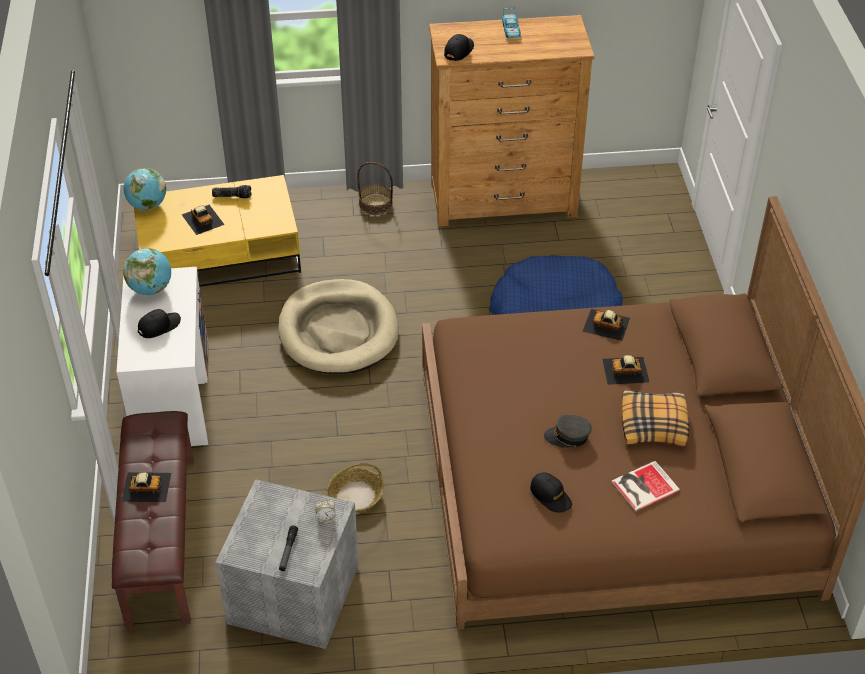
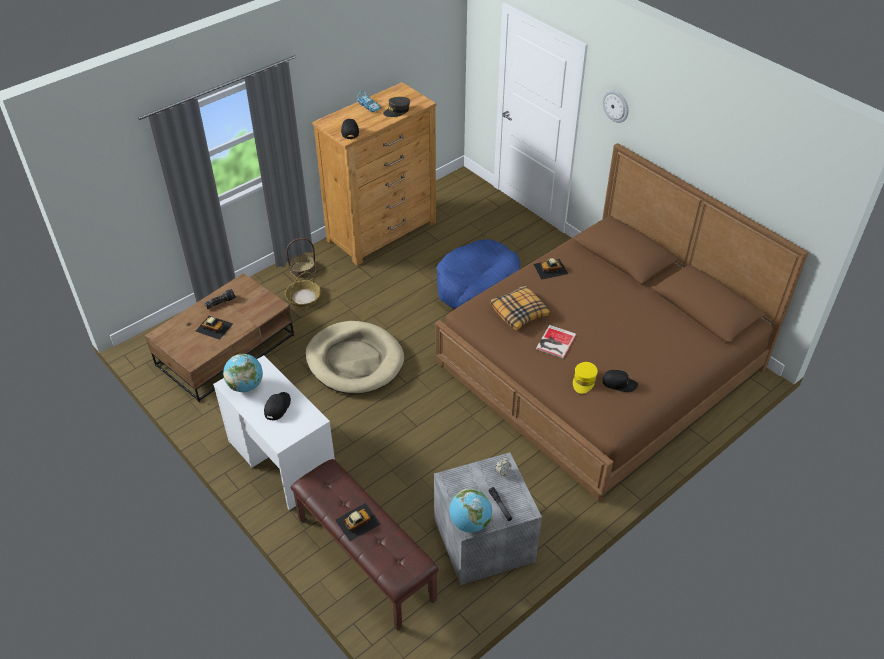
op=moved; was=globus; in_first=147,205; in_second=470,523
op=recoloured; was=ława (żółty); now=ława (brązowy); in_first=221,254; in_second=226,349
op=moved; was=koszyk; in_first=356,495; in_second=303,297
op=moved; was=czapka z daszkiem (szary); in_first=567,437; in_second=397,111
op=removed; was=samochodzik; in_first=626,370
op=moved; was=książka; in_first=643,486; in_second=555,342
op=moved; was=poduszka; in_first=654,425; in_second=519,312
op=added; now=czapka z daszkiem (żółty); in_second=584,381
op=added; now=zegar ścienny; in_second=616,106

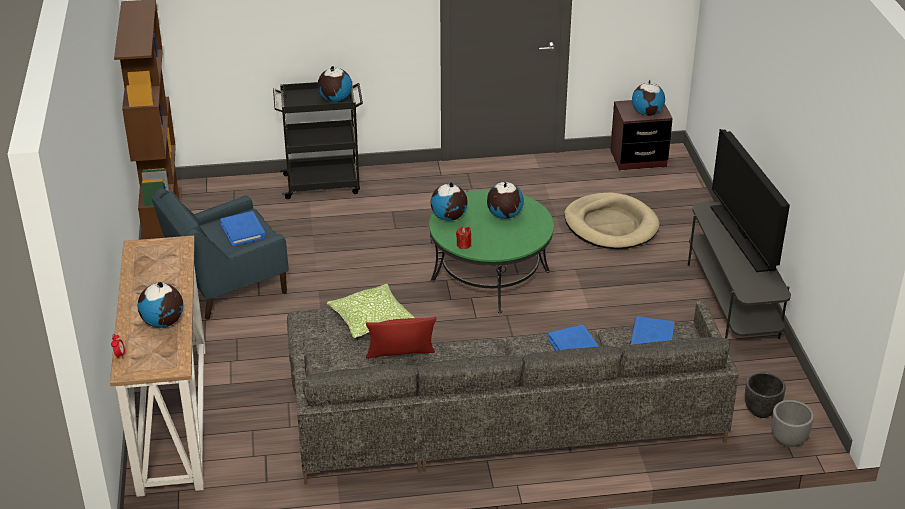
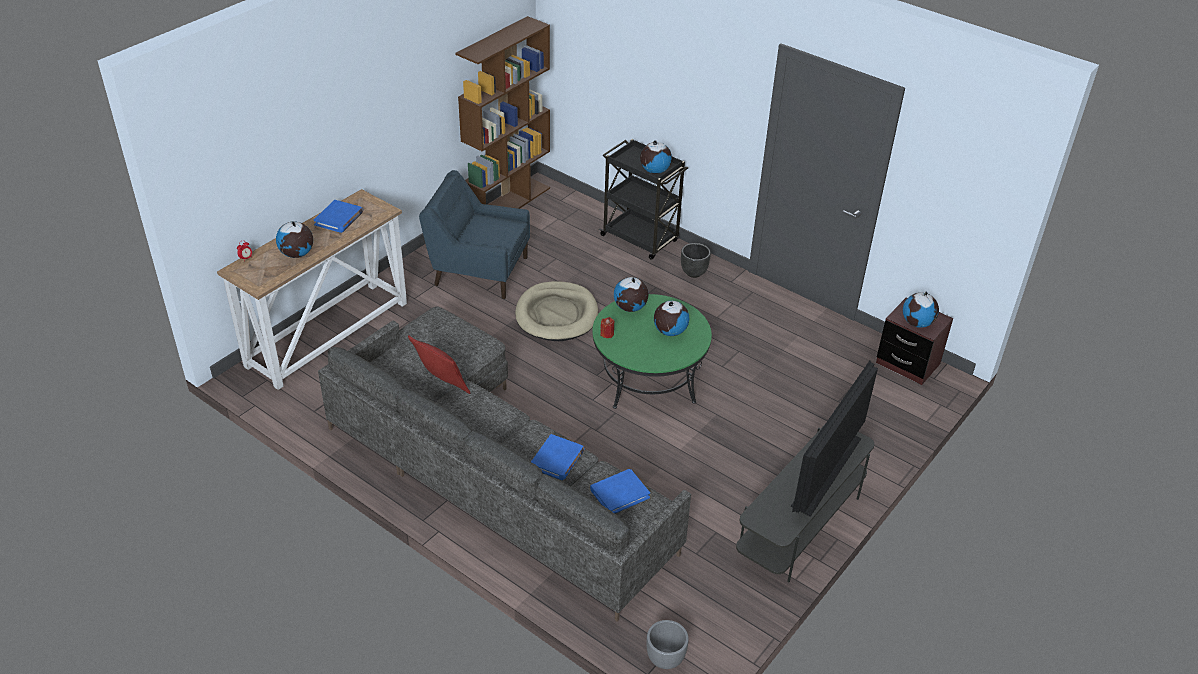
op=moved; was=książka (niebieski); in_first=243,231; in_second=339,218
op=removed; was=poduszka; in_first=370,320
op=moved; was=legowisko (beżowy); in_first=611,225; in_second=557,315
op=moved; was=donica (czarny); in_first=760,411; in_second=693,273

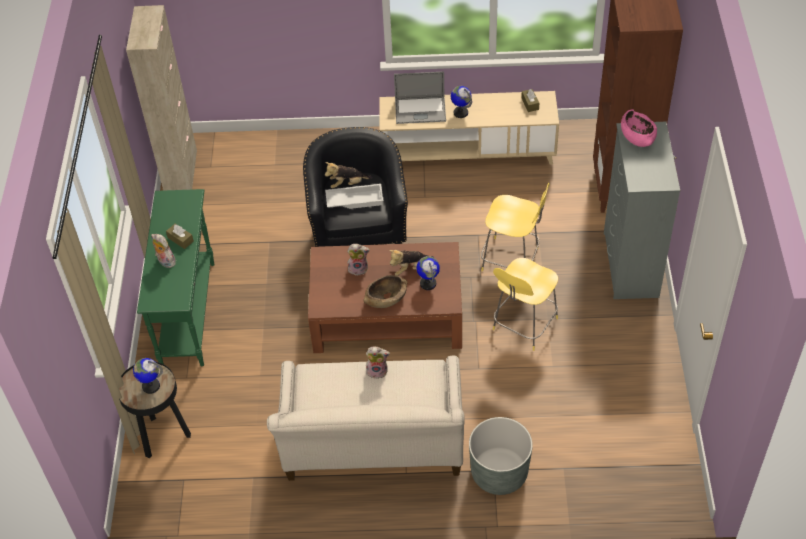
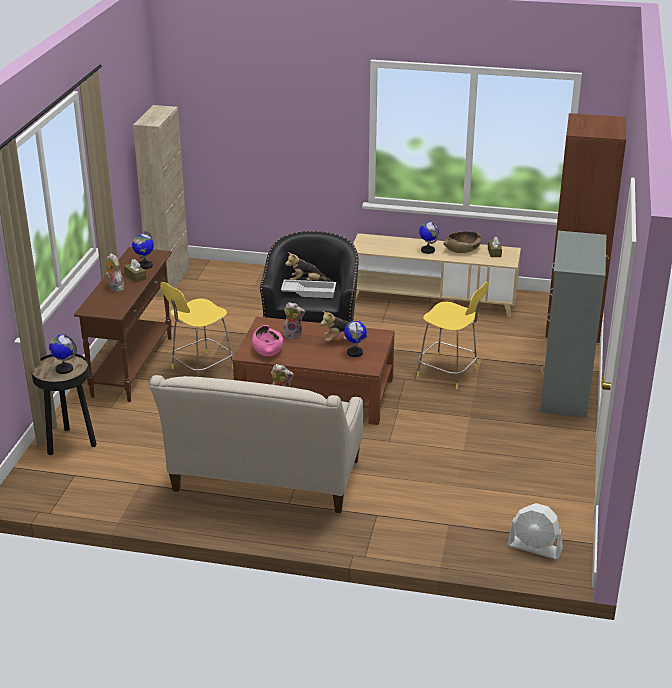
op=recoloured; was=stolik konsolowy (zielony); now=stolik konsolowy (brązowy); in_first=188,313; in_second=133,366
op=moved; was=miska (brązowy); in_first=386,298; in_second=462,249
op=removed; was=laptop; in_first=420,110
op=removed; was=donica (szary); in_first=499,473
op=moved; was=stołek (żółty); in_first=523,325; in_second=200,369
op=moved; was=miska (różowy); in_first=637,136; in_second=267,350
op=added; now=globus; in_second=144,265
op=added; now=wentylator (biały); in_second=535,547

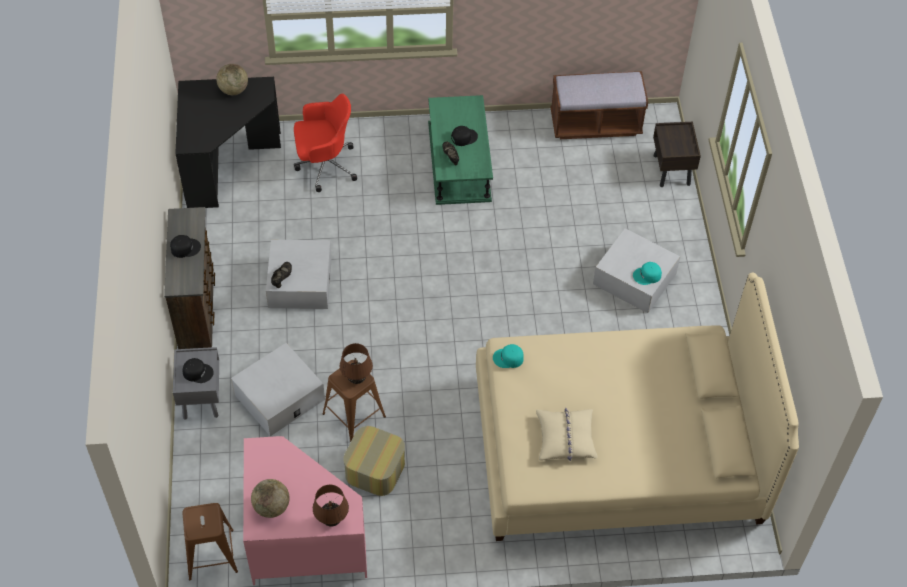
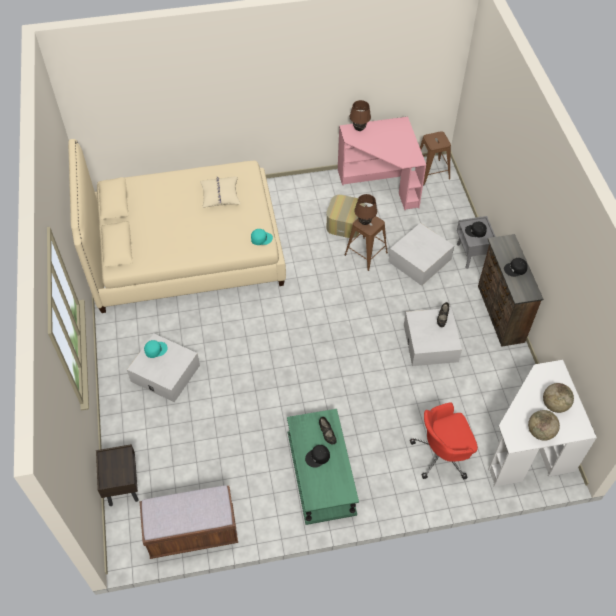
op=recoloured; was=biurko (czarny); now=biurko (biały); in_first=227,165; in_second=529,444
op=moved; was=globus; in_first=272,507; in_second=554,405

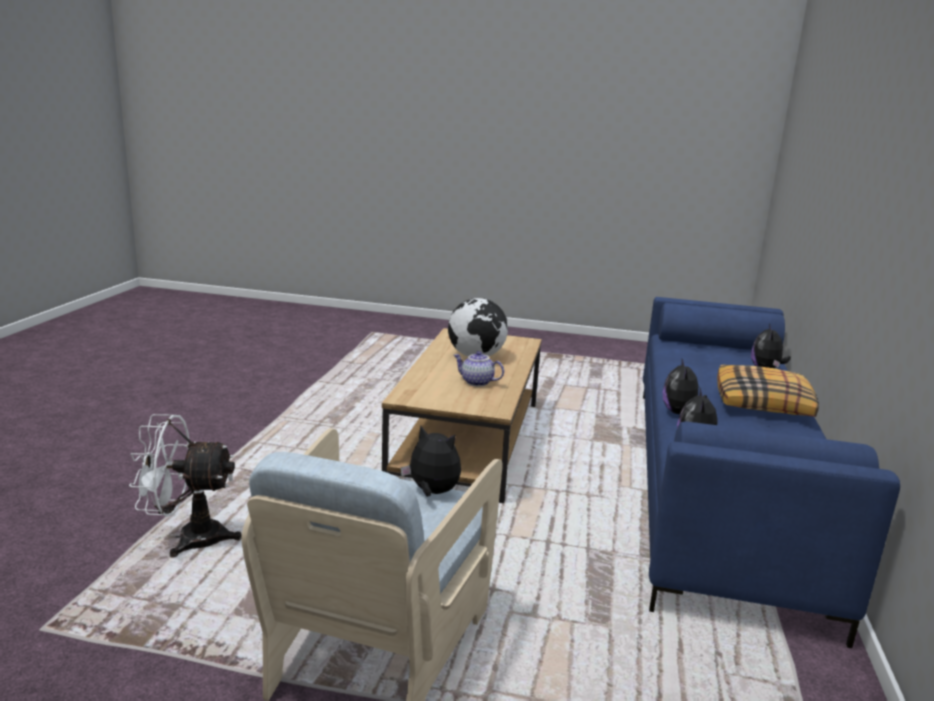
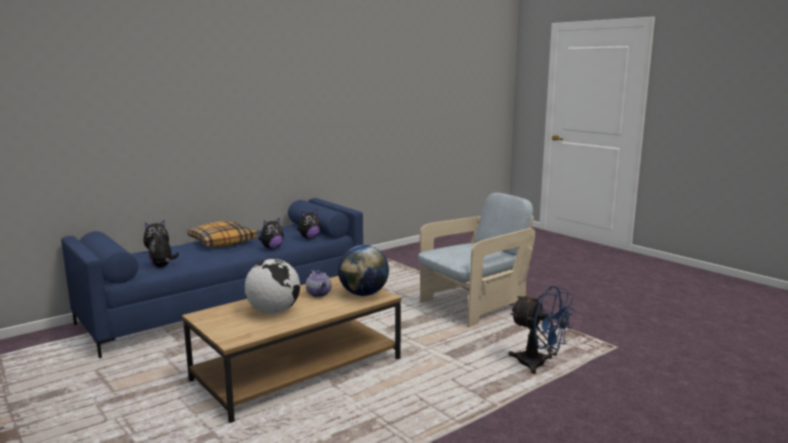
op=recoloured; was=wentylator (biały); now=wentylator (niebieski); in_first=189,538; in_second=538,365
op=moved; was=pluszak; in_first=432,492; in_second=163,266
op=added; now=globus; in_second=364,294

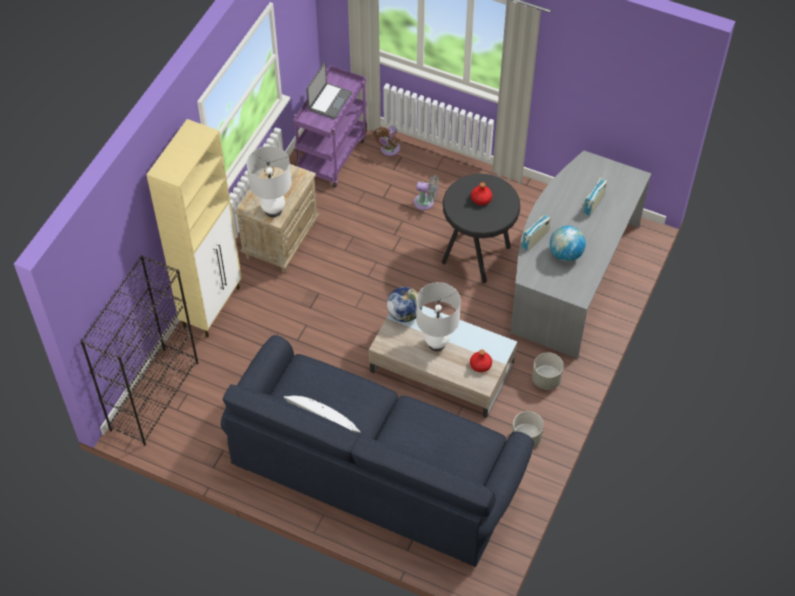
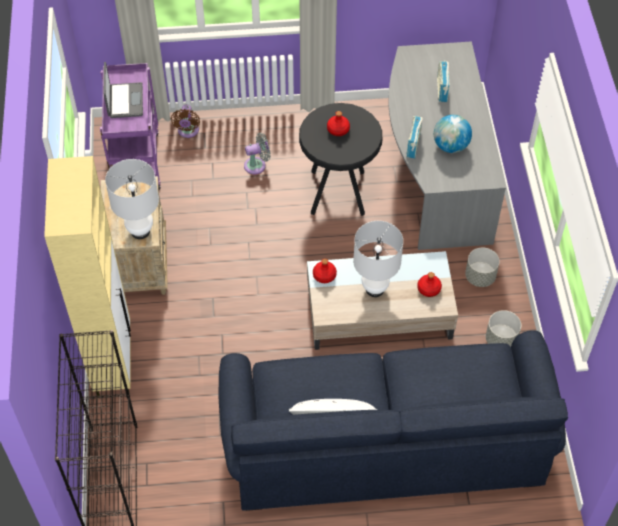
op=replaced; was=globus; now=butelka (czerwony); in_first=404,314; in_second=324,275

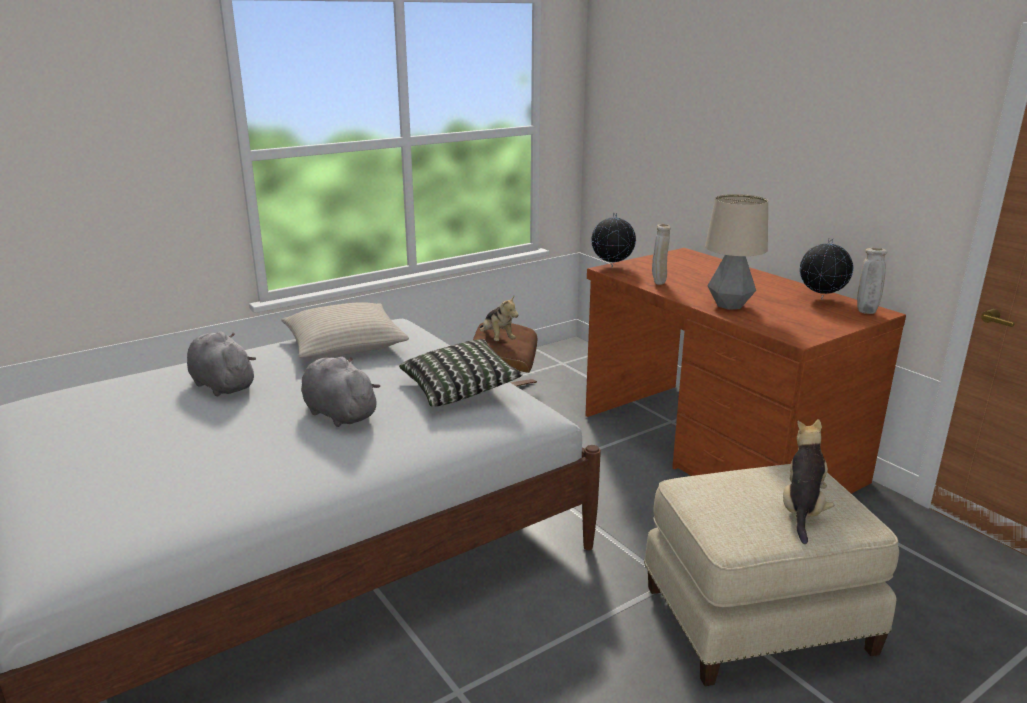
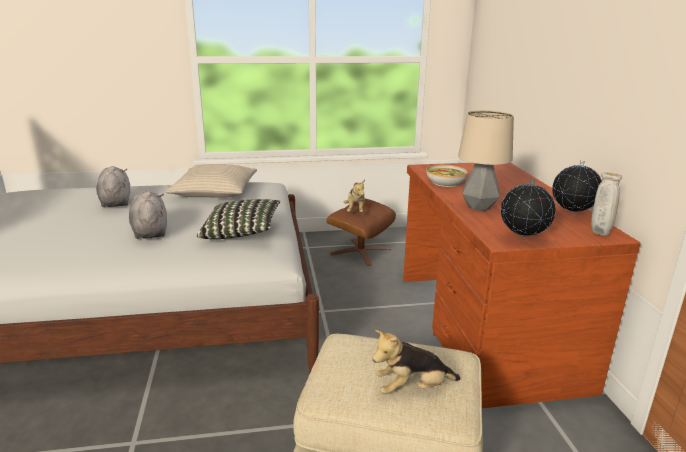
op=moved; was=globus; in_first=612,267; in_second=522,240
op=replaced; was=wazon (beżowy); now=miska; in_first=658,283; in_second=445,182
op=turned; was=pluszak; in_first=802,510; in_second=412,389; clockwise=-150

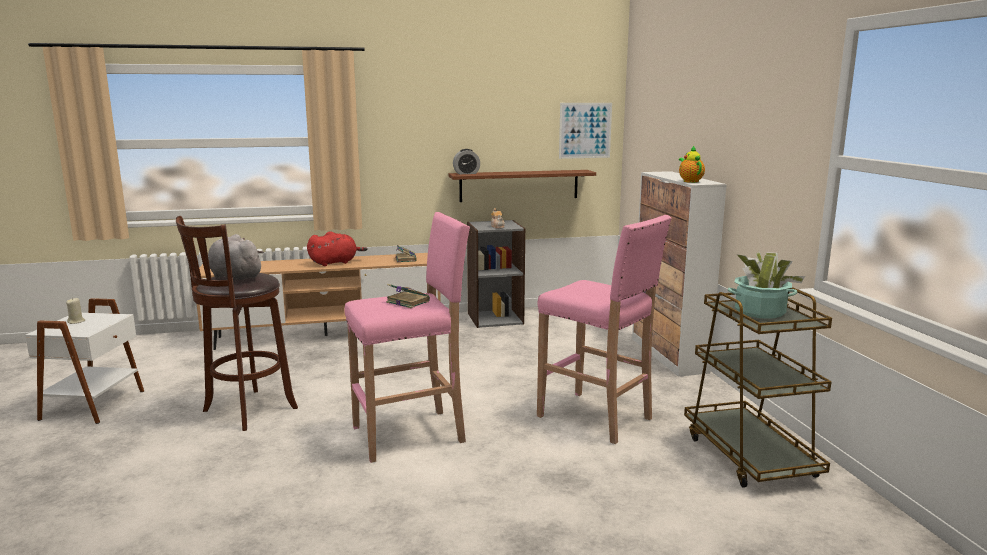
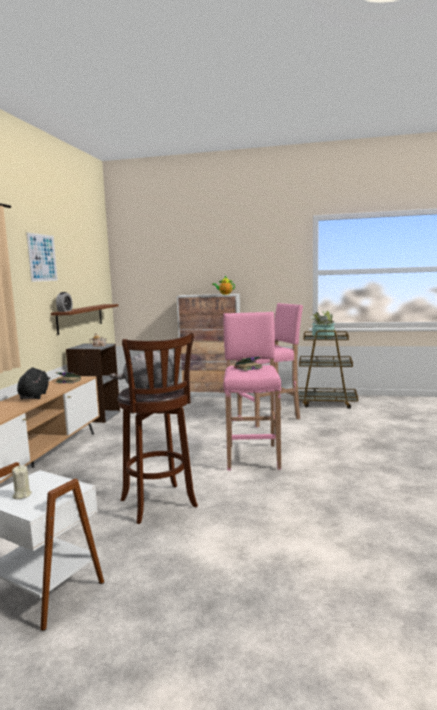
op=recoloured; was=pluszak (czerwony); now=pluszak (czarny); in_first=335,262; in_second=34,396
op=moved; was=obraz; in_first=585,130; in_second=42,257

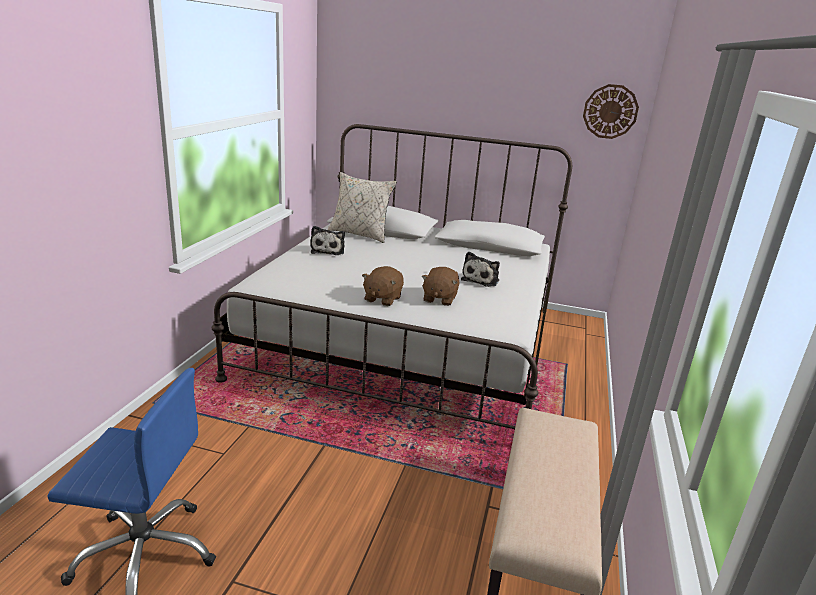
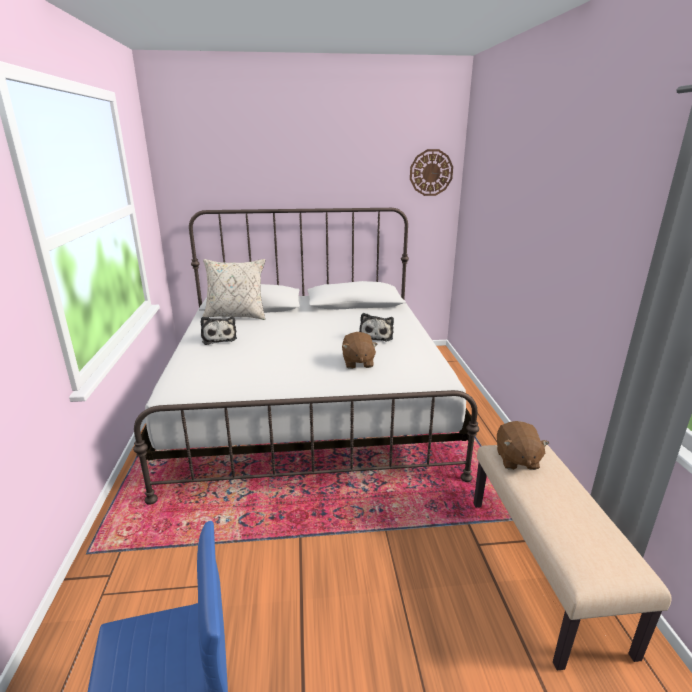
op=moved; was=pluszak (brązowy); in_first=382,299; in_second=516,460

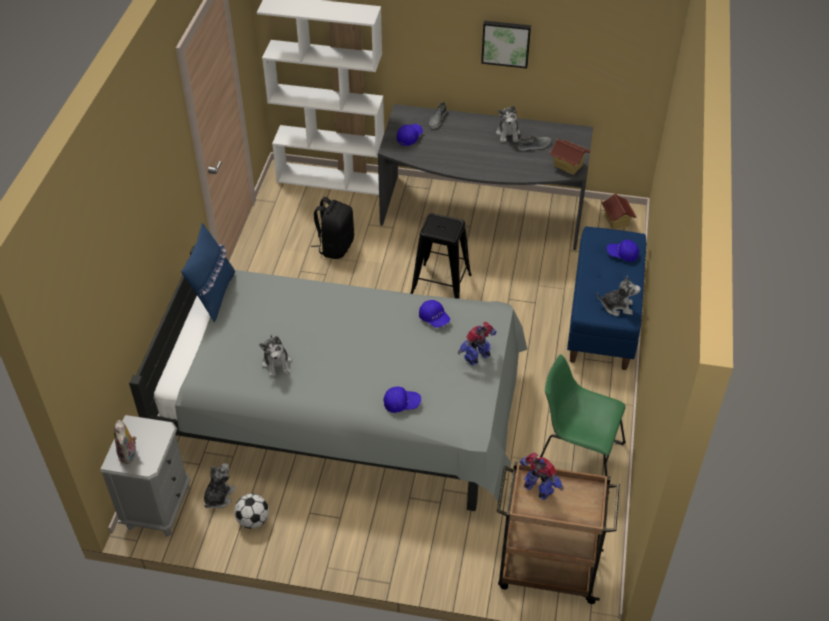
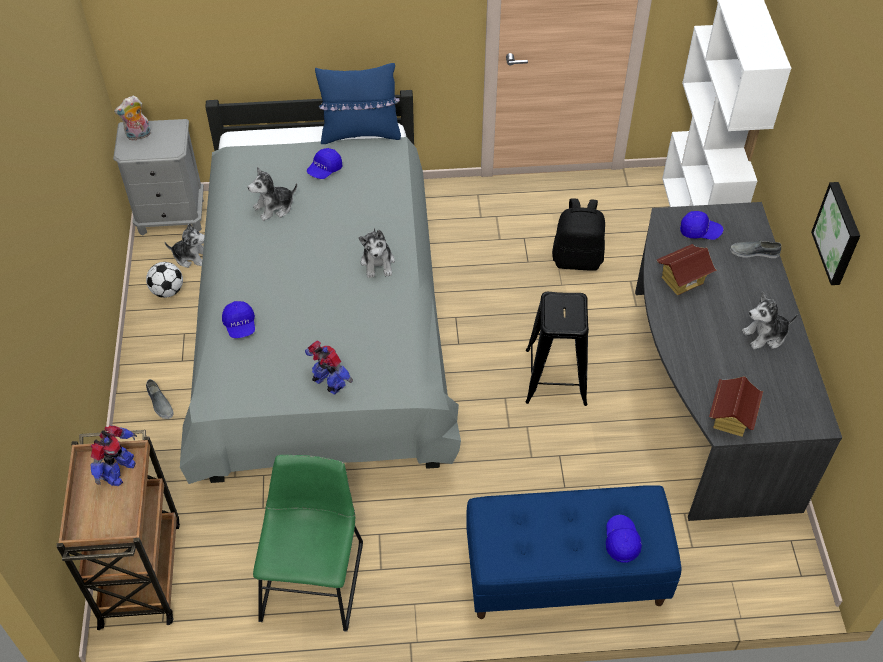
op=moved; was=czapka z daszkiem (niebieski); in_first=434,318; in_second=325,170
op=moved; was=but (szary); in_first=534,145; in_second=159,403
op=moved; was=pluszak; in_first=617,306; in_second=378,263
op=moved; was=domek; in_first=616,221; in_second=682,280

